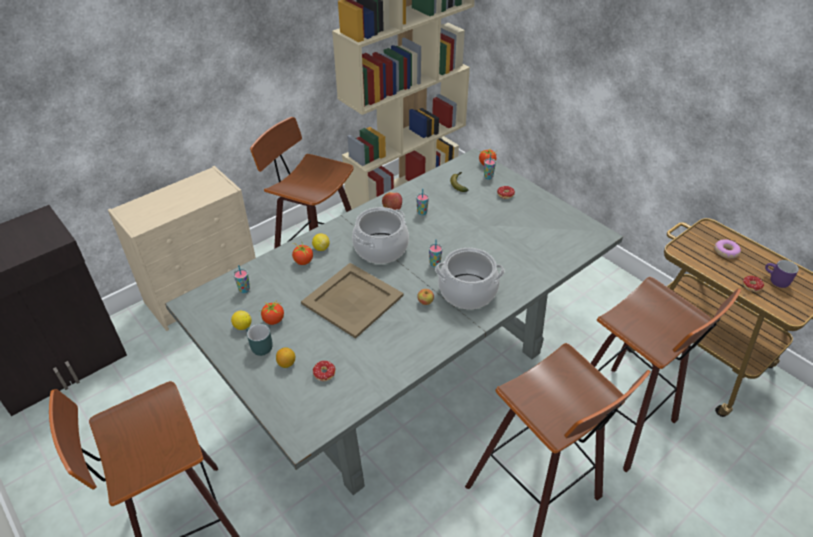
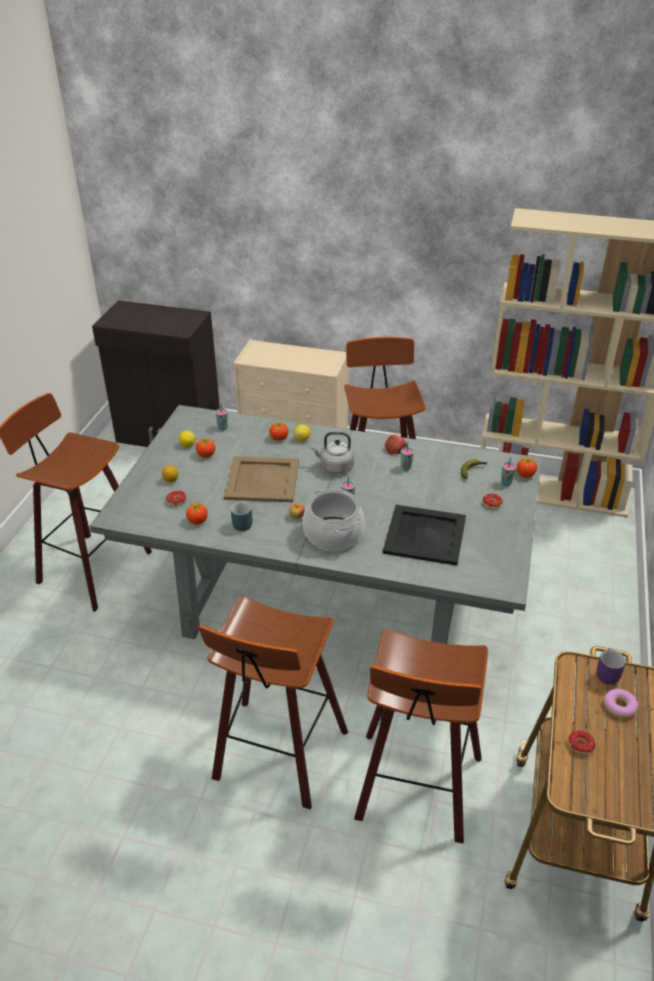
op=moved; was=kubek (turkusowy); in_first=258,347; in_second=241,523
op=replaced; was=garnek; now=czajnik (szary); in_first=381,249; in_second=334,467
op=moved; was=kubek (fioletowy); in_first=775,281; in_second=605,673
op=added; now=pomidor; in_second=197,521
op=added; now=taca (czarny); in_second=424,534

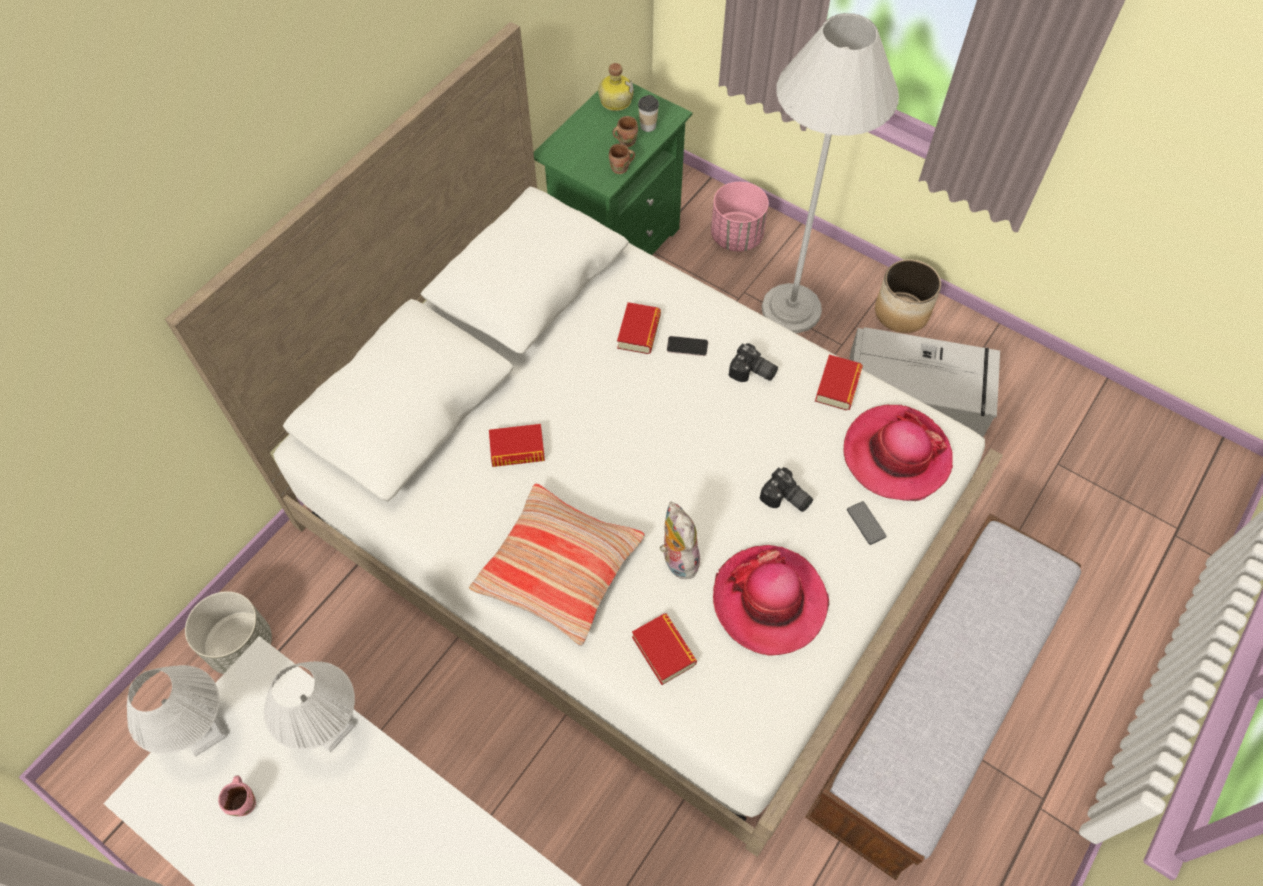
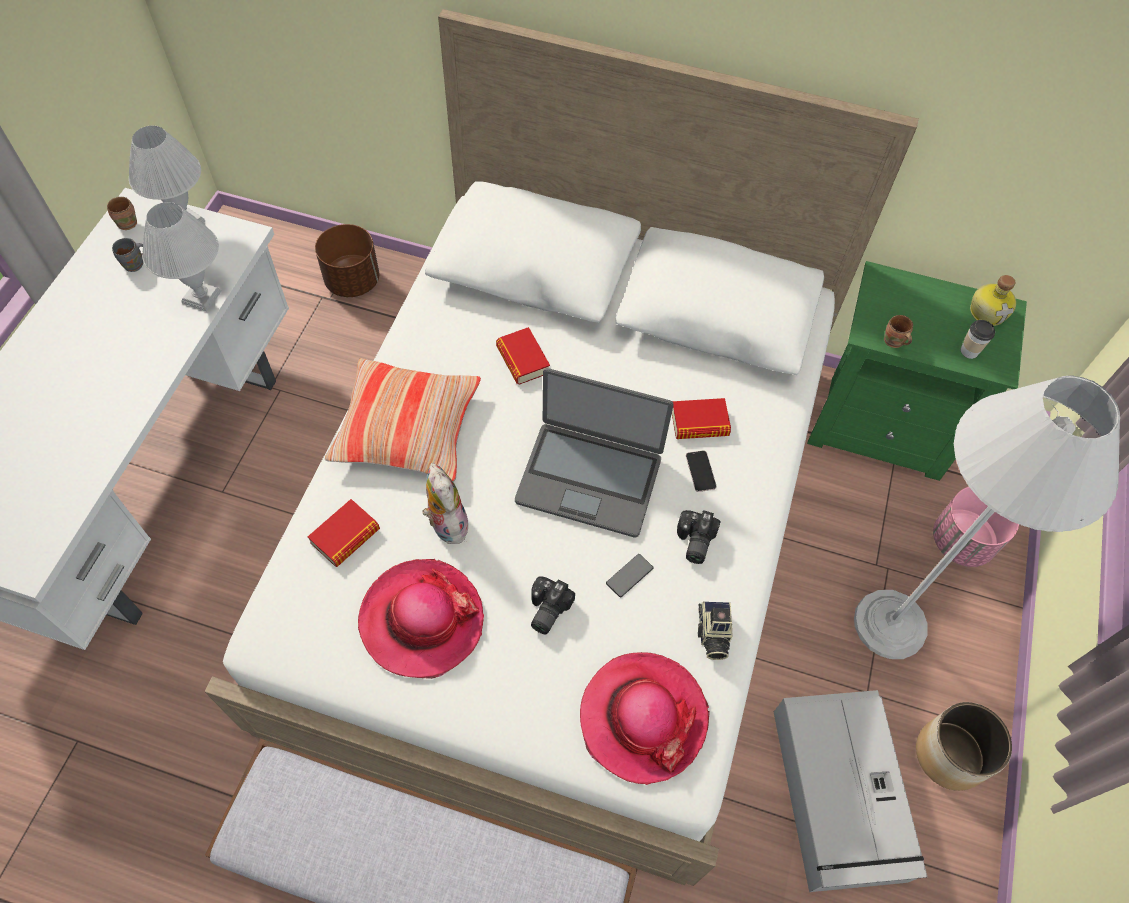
op=recoloured; was=donica (szary); now=donica (brązowy); in_first=240,646; in_second=352,281
op=recoloured; was=kubek (różowy); now=kubek (szary); in_first=245,802; in_second=135,265
op=moved; was=kubek (brązowy); in_first=625,141; in_second=128,222
op=turned; was=pluszak; in_first=677,559; in_second=446,524; clockwise=-75
op=replaced; was=książka; now=aparat fotograficzny; in_first=837,386; in_second=712,634
op=moved; was=telefon; in_first=866,523; in_second=629,575
op=added; now=laptop; in_second=589,478

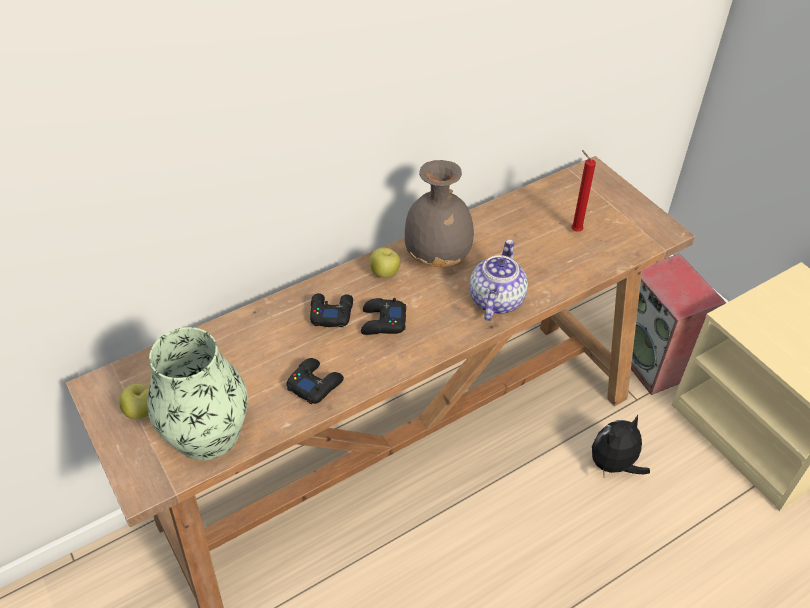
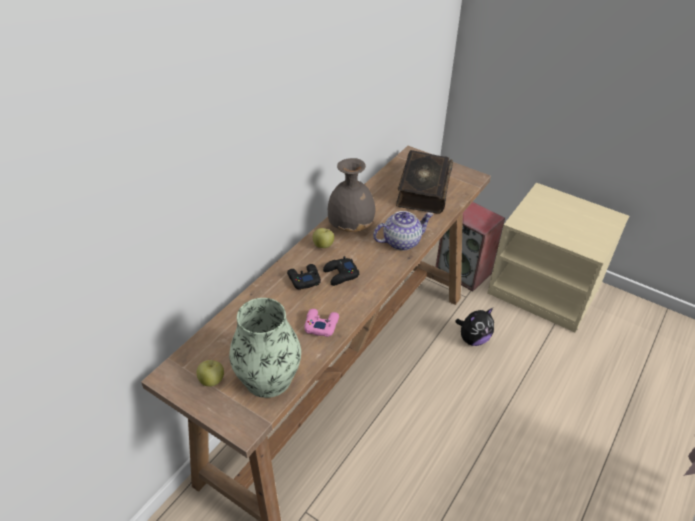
op=recoloured; was=pad do gier (czarny); now=pad do gier (różowy); in_first=315,384; in_second=321,325
op=turned; was=imbryk; in_first=495,299; in_second=401,241; clockwise=75
op=replaced; was=świeca (czerwony); now=książka; in_first=574,230; in_second=422,190
op=turned; was=pluszak; in_first=614,465; in_second=473,339; clockwise=-150

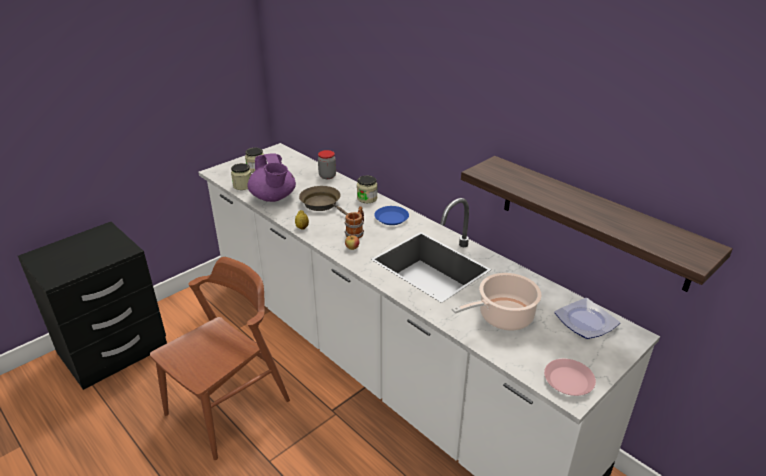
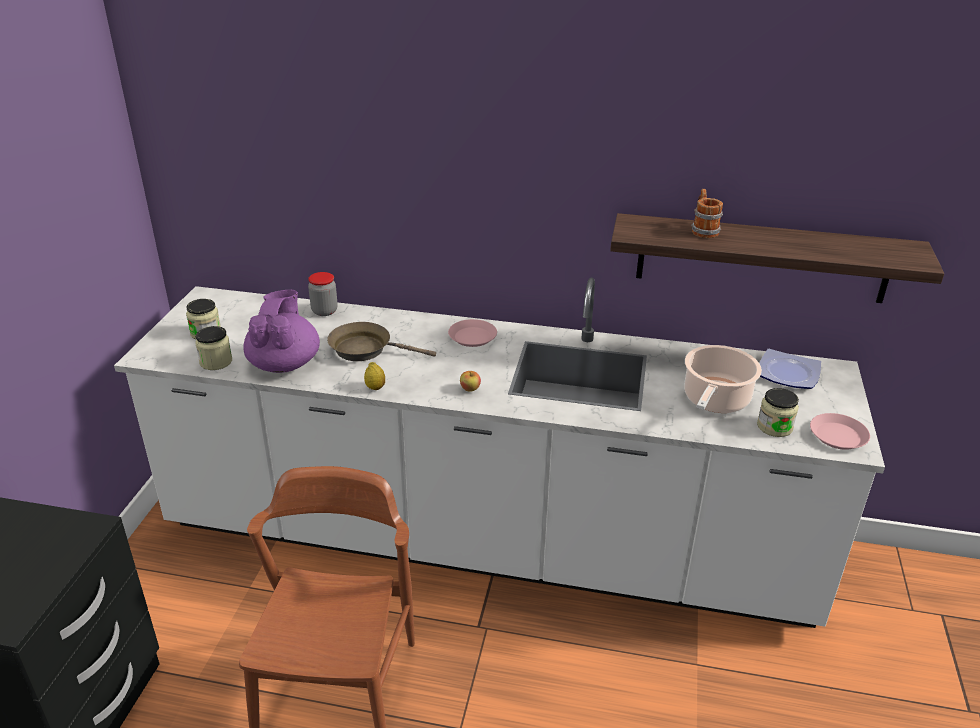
op=turned; was=imbryk (fioletowy); in_first=273,198; in_second=284,363; clockwise=-120
op=moved; was=kubek; in_first=356,232; in_second=703,230
op=moved; was=słoik; in_first=367,198; in_second=774,427
op=recoloured; was=talerz (niebieski); now=talerz (różowy); in_first=391,218; in_second=472,337

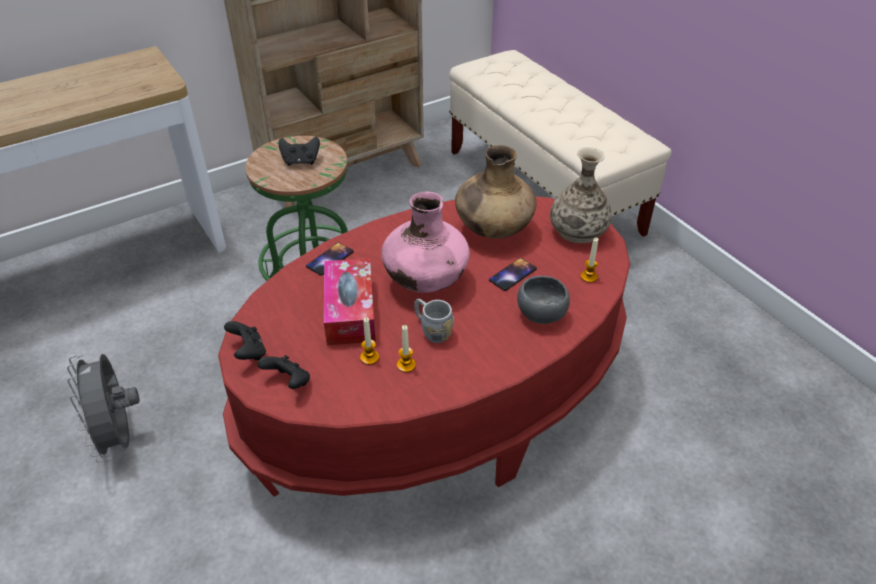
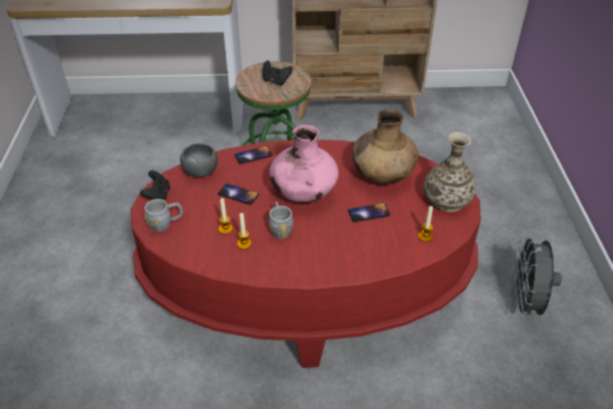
op=moved; was=wentylator (szary); in_first=120,437; in_second=524,303
op=replaced; was=pad do gier (czarny); now=kubek (szary); in_first=289,382; in_second=166,224
op=replaced; was=pudełko chusteczek; now=telefon; in_first=350,311; in_second=238,194
op=removed; was=ławka (beżowy); in_first=542,192
op=moved; was=miska (szary); in_first=540,315; in_second=200,172

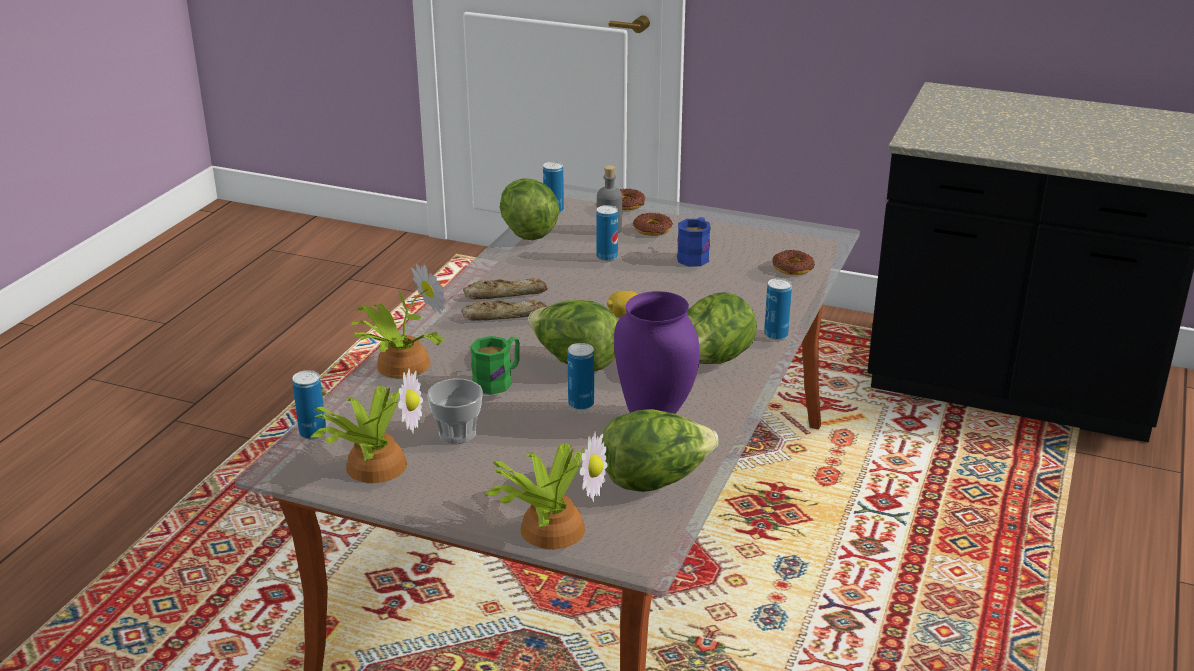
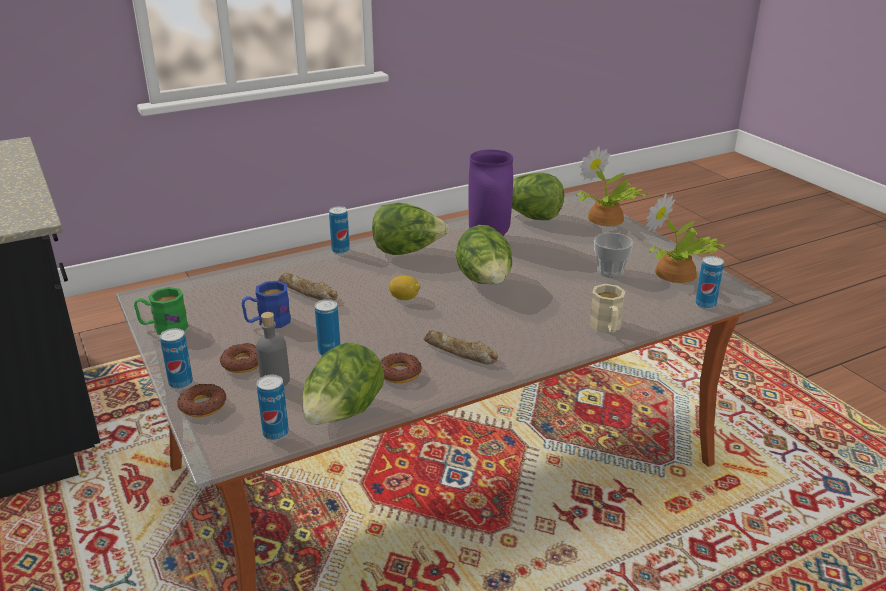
op=replaced; was=roślina doniczkowa; now=kubek (beżowy); in_first=399,364; in_second=607,327
op=moved; was=chleb; in_first=504,316; in_second=307,292
op=moved; was=kubek (zielony); in_first=498,380; in_second=164,327
op=moved; was=puszka; in_first=581,404; in_second=181,383
op=moved; was=donut; in_first=793,268; in_second=399,373

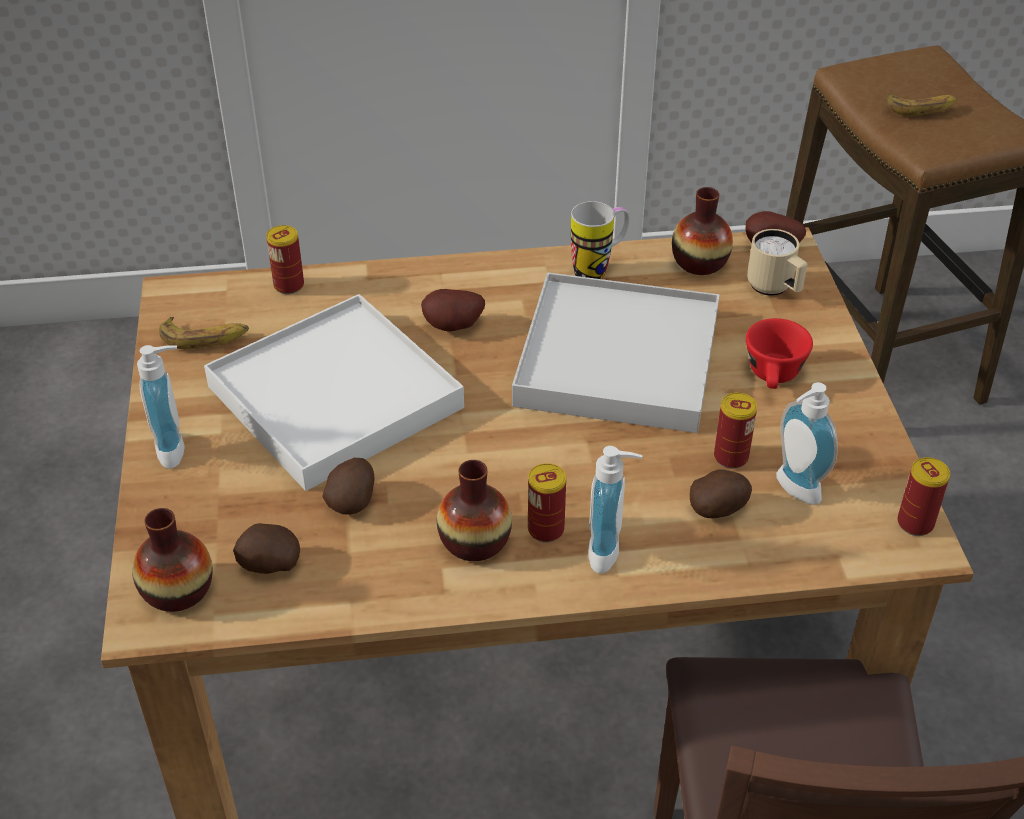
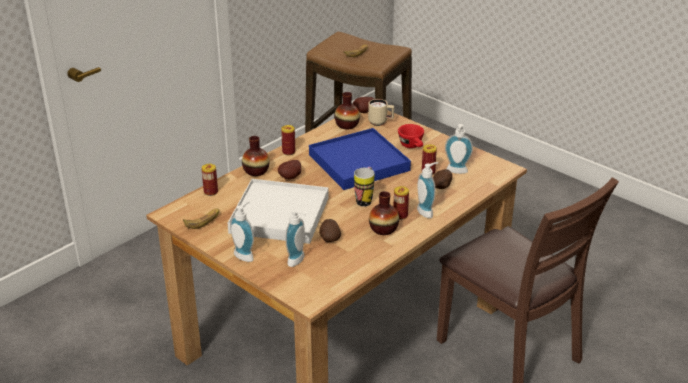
op=moved; was=wazon; in_first=178,590; in_second=256,171
op=removed; was=ziemniak; in_first=269,565
op=recoloured; was=taca (biały); now=taca (niebieski); in_first=617,360; in_second=358,163
op=moved; was=kubek; in_first=599,271; in_second=365,200
op=moved; was=puszka; in_first=915,523; in_second=288,152
op=added; now=dozownik mydła; in_second=298,261

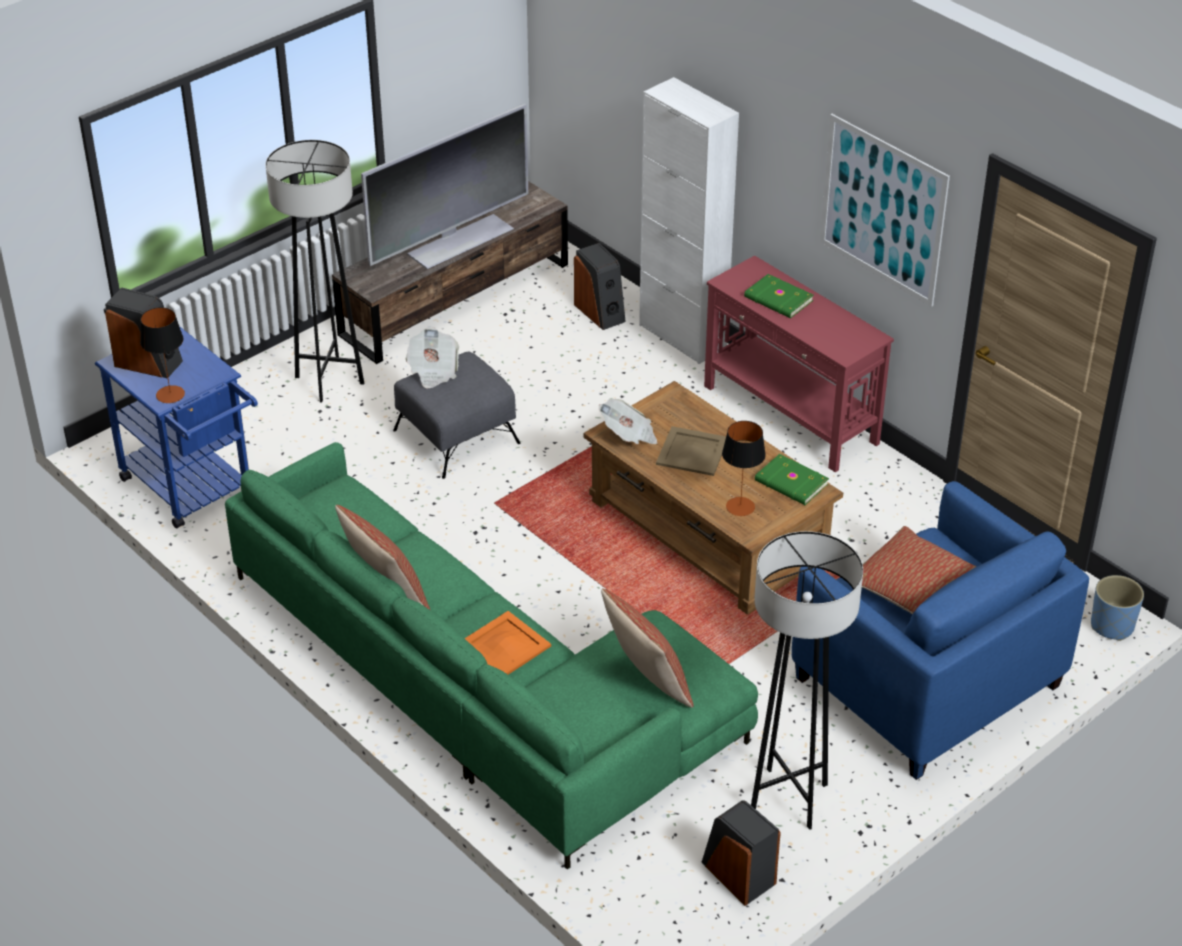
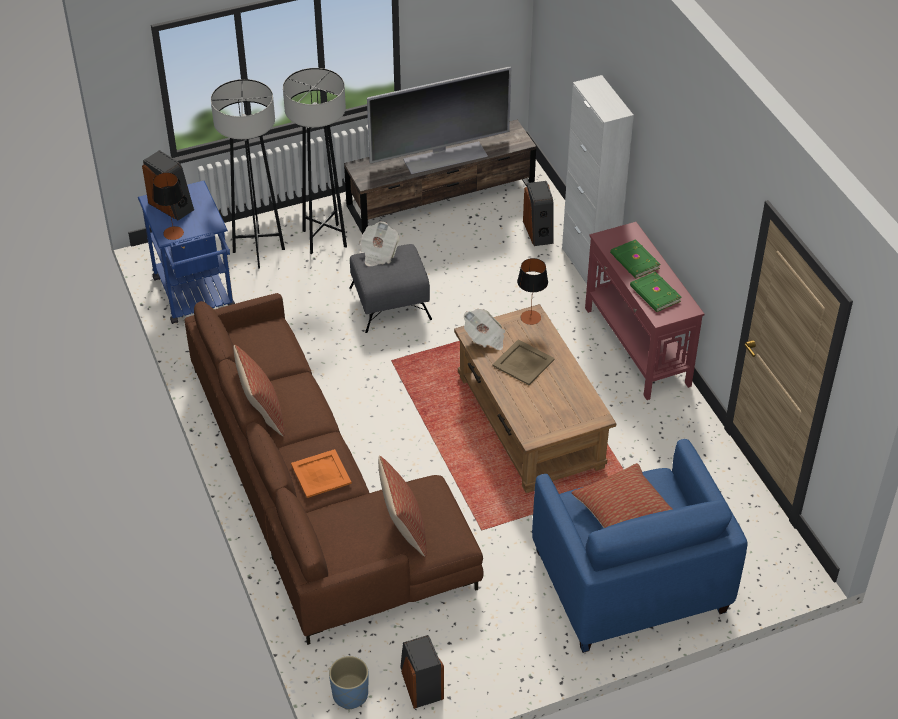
op=recoloured; was=kanapa (zielony); now=kanapa (brązowy); in_first=482,686; in_second=316,495
op=moved; was=lampa stołowa; in_first=740,506; in_second=530,317
op=moved; was=lampa stojąca (szary); in_first=789,798; in_second=259,250
op=moved; was=książka (zielony); in_first=791,483; in_second=654,294
op=removed; was=obraz; in_first=882,210
op=moved; was=donica (niebieski); in_first=1111,626; in_second=350,694

